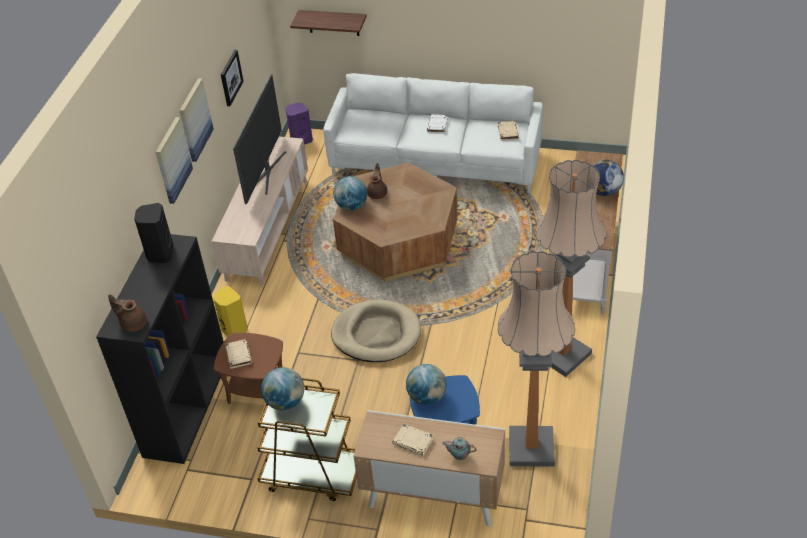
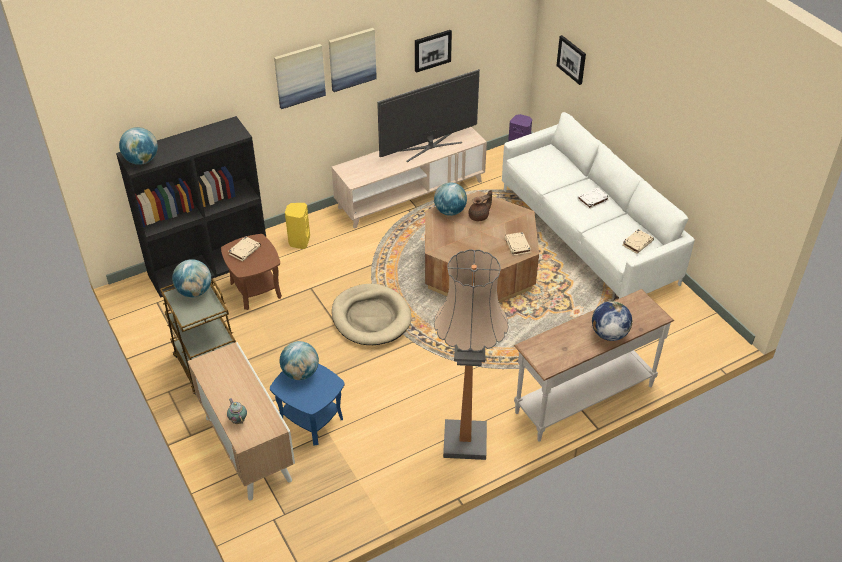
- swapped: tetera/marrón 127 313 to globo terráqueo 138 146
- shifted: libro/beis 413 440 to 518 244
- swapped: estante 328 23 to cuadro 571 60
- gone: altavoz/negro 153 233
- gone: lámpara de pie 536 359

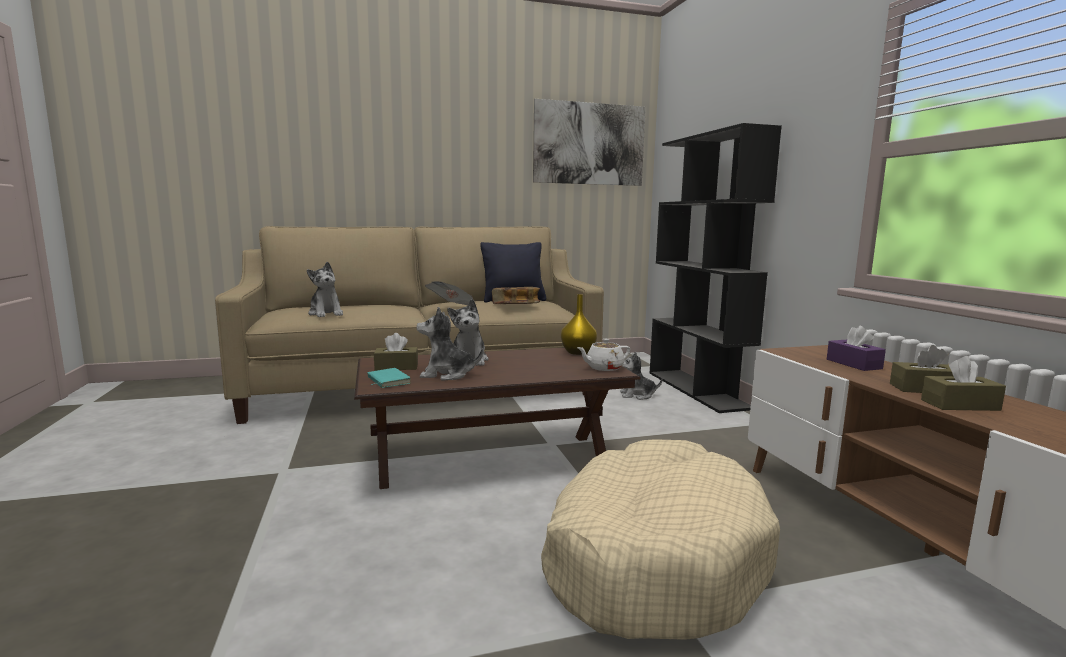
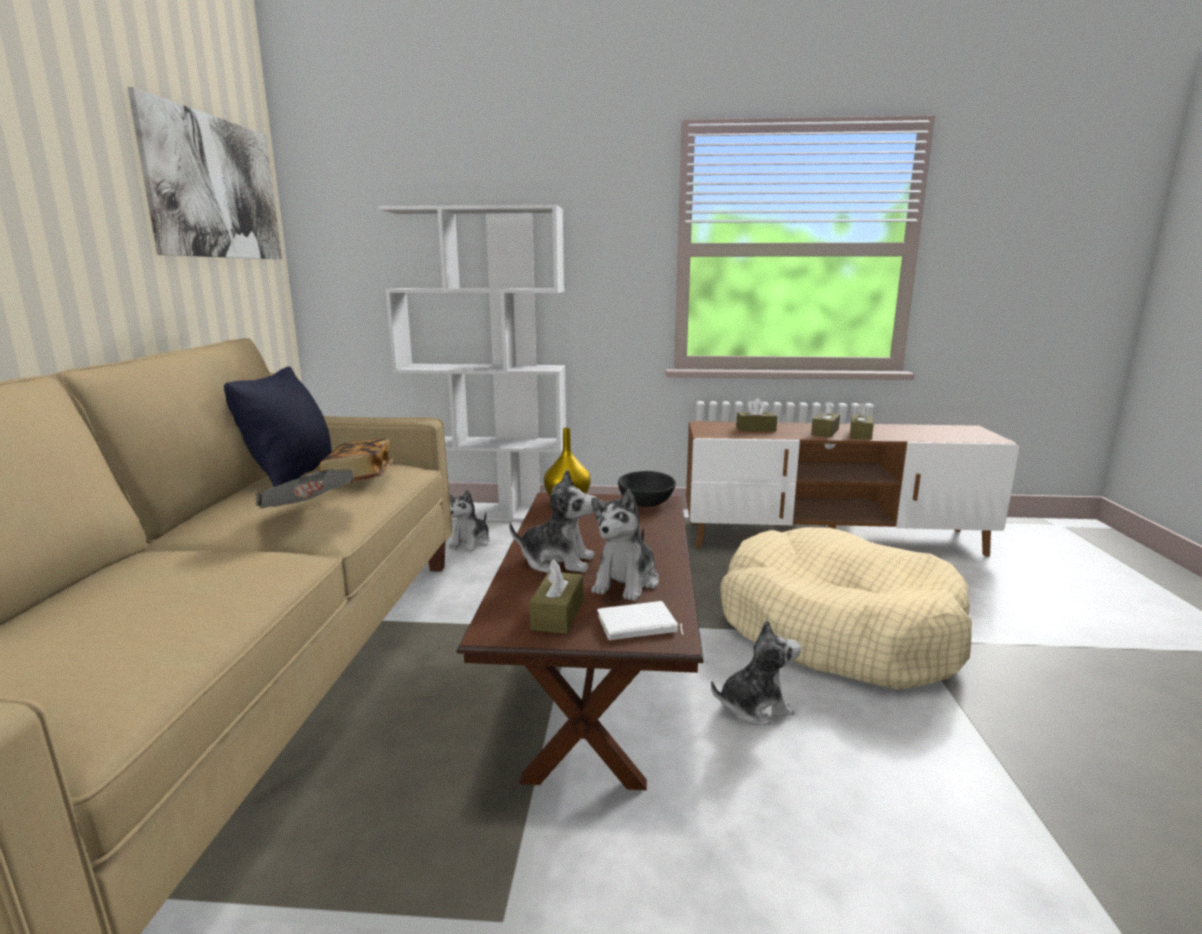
- repainted: estantería/negro 715 268 to estantería/blanco 472 363
- repainted: libro/turquesa 389 378 to libro/blanco 640 620
- swapped: tetera/blanco 603 355 to cuenco/negro 647 489
- shifted: peluche 325 289 to 756 672
- repainted: caja de pañuelos/morado 856 348 to caja de pañuelos/marrón 756 415

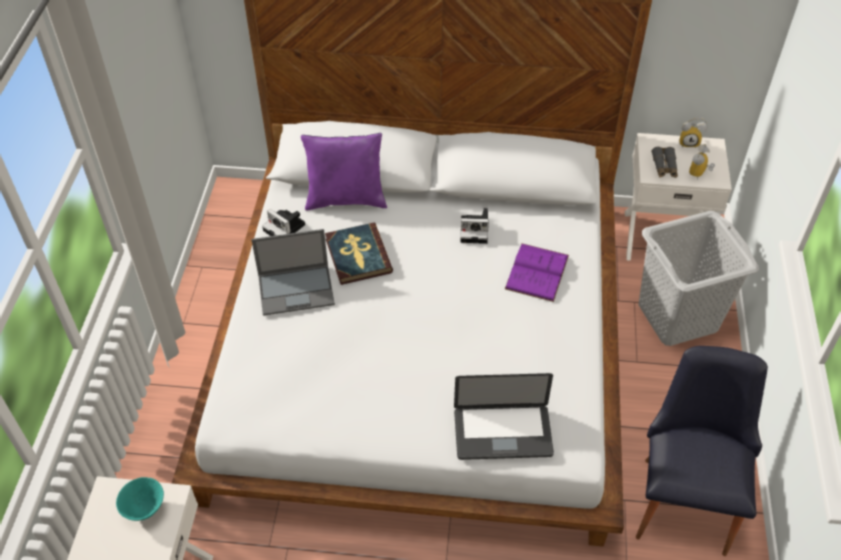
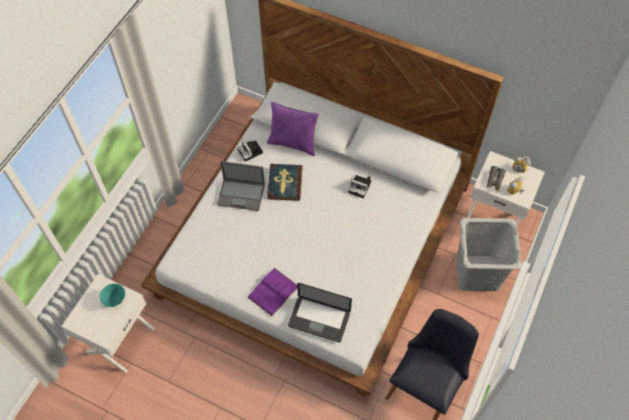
- shifted: libro/morado 537 272 to 272 292

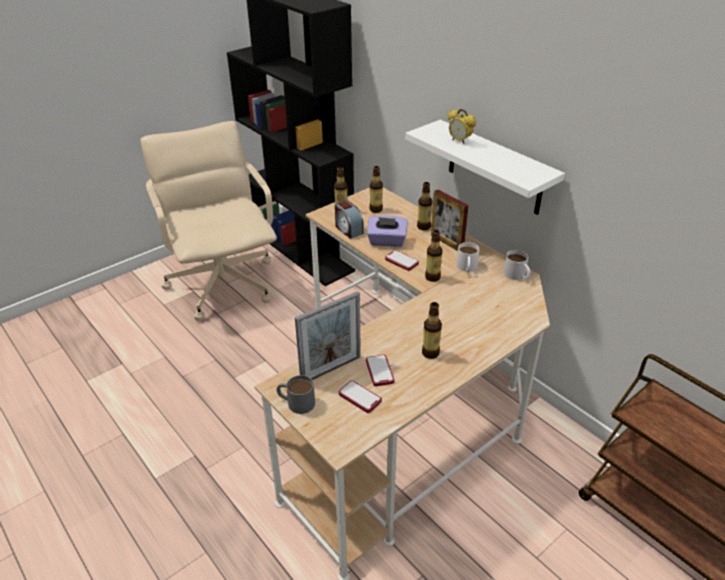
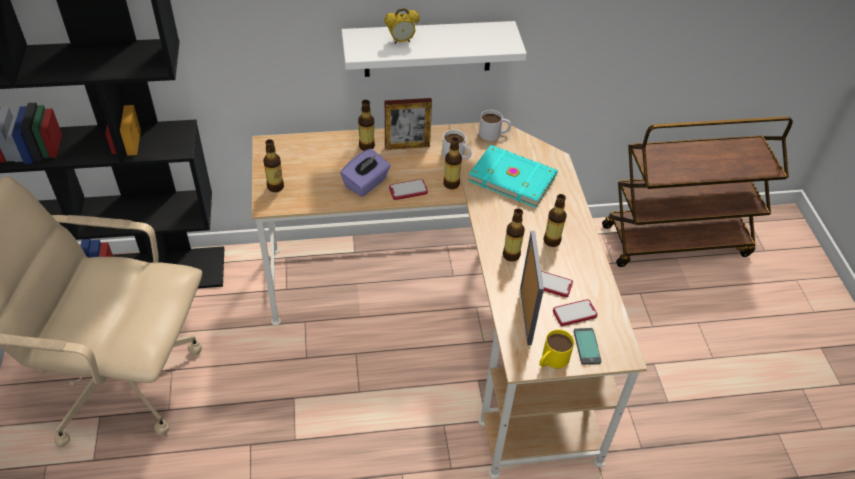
- new: libro/turquesa 513 176
- shifted: botella 376 189 to 514 235
- repainted: taza grande/gris 296 394 to taza grande/amarillo 556 348
- new: móvil 587 346
- gone: despertador 349 219

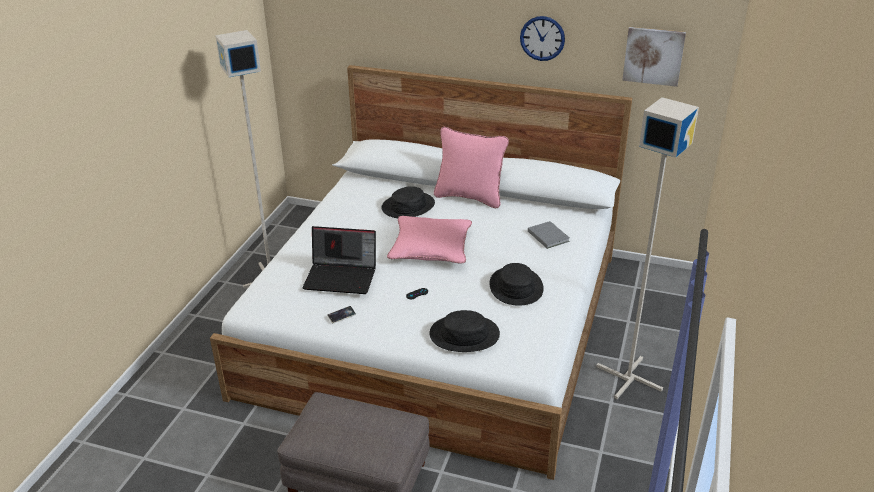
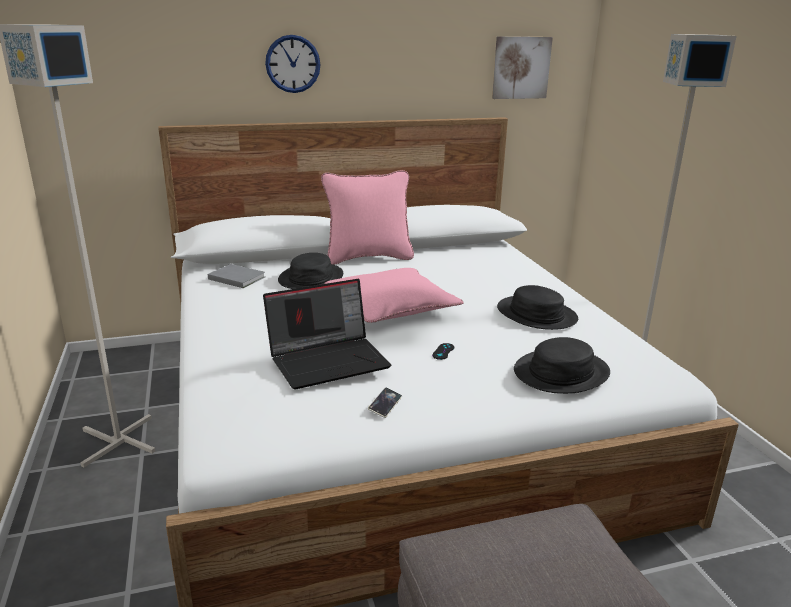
- shifted: libro/gris 549 235 to 236 276
- shifted: reloj de pared 542 38 to 293 64

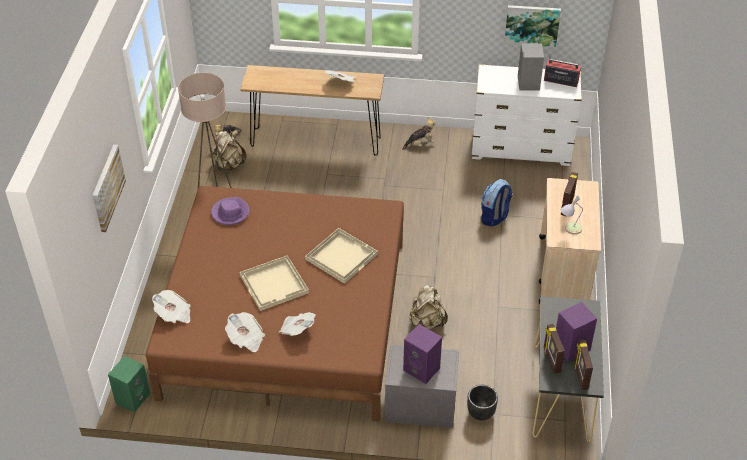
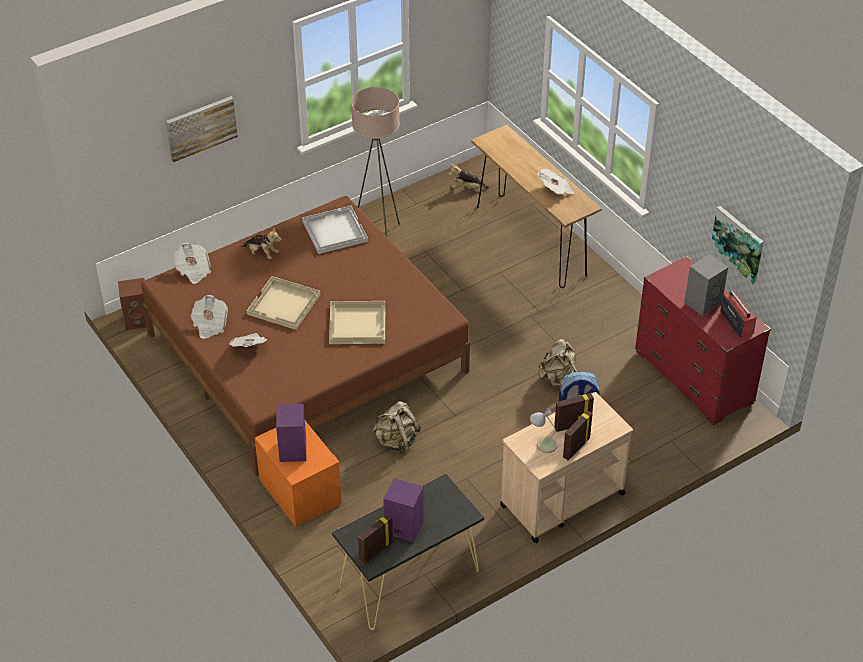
- repainted: altavoz/verde 129 384 to altavoz/marrón 132 304
- shifted: peluche 419 133 to 261 243
- repainted: mesita de noche/gris 422 386 to mesita de noche/naranja 298 473
- swapped: sombrero/morado 230 211 to bandeja/blanco 335 230
- shifted: mochila/beis 228 151 to 557 363
- shifted: portarretratos 554 349 to 578 435
- repainted: cómoda/blanco 527 115 to cómoda/rojo 703 341
- gone: maceta/negro 482 402

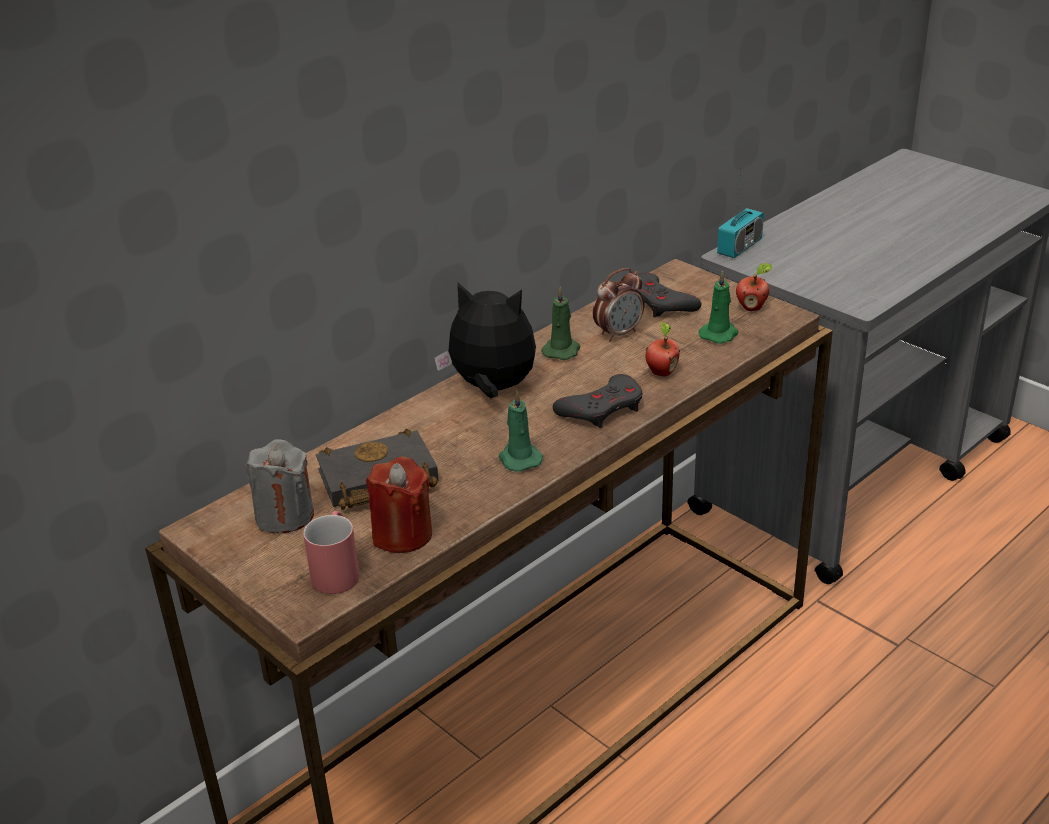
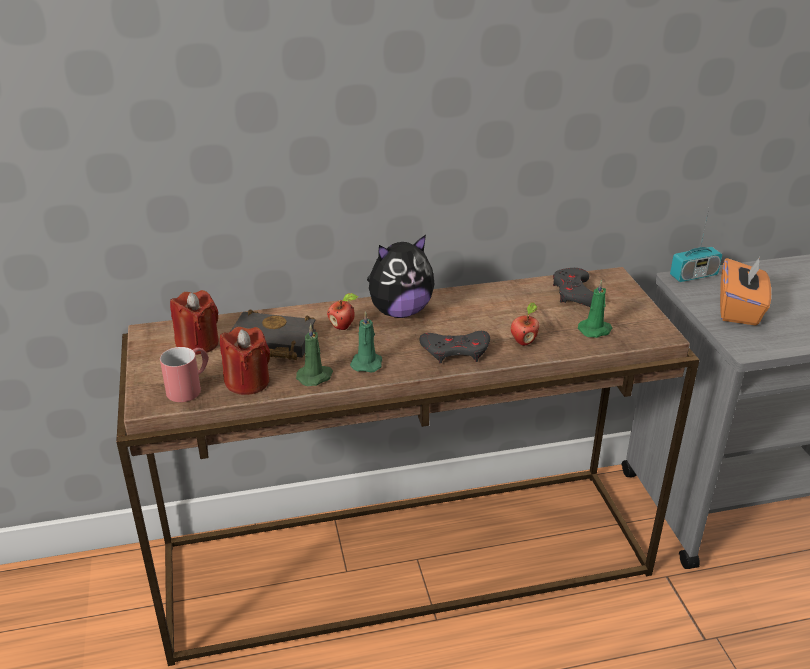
- repainted: vela/gris 279 486 to vela/rojo 194 322
- shifted: vela/verde 560 323 to 314 355
- shifted: manzana 754 287 to 342 311
- rotated: peluche 485 340 = 401 276 105 degrees clockwise
- new: caja de pañuelos/naranja 745 291
- gone: despertador 618 305

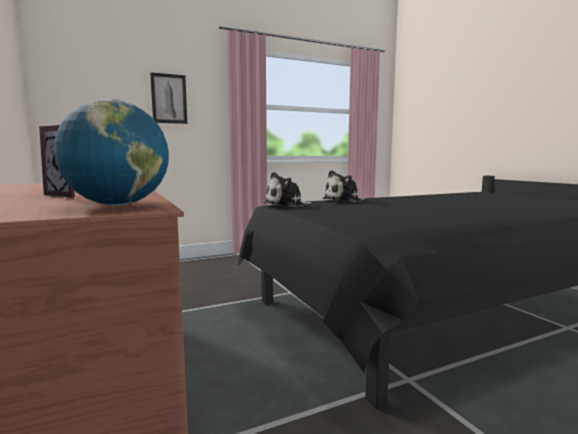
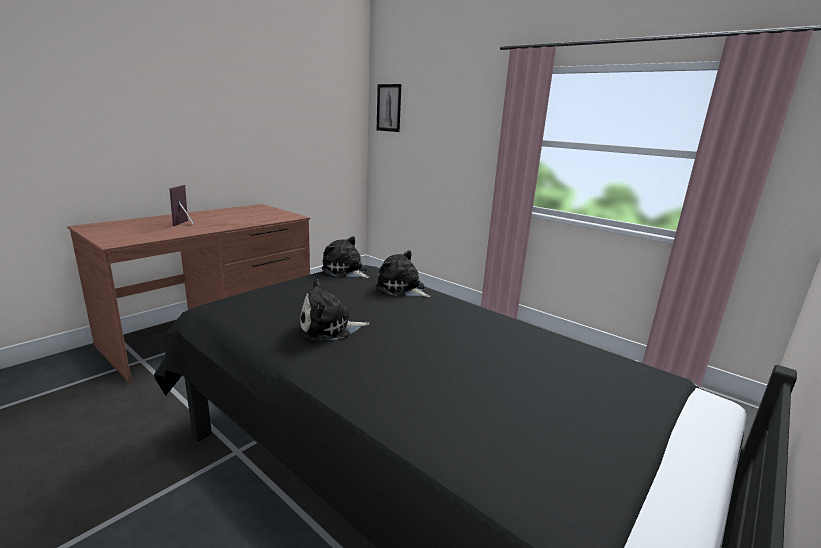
- new: peluche 334 310
- shifted: cuadro 168 98 to 389 108
- gone: globo terráqueo 111 152

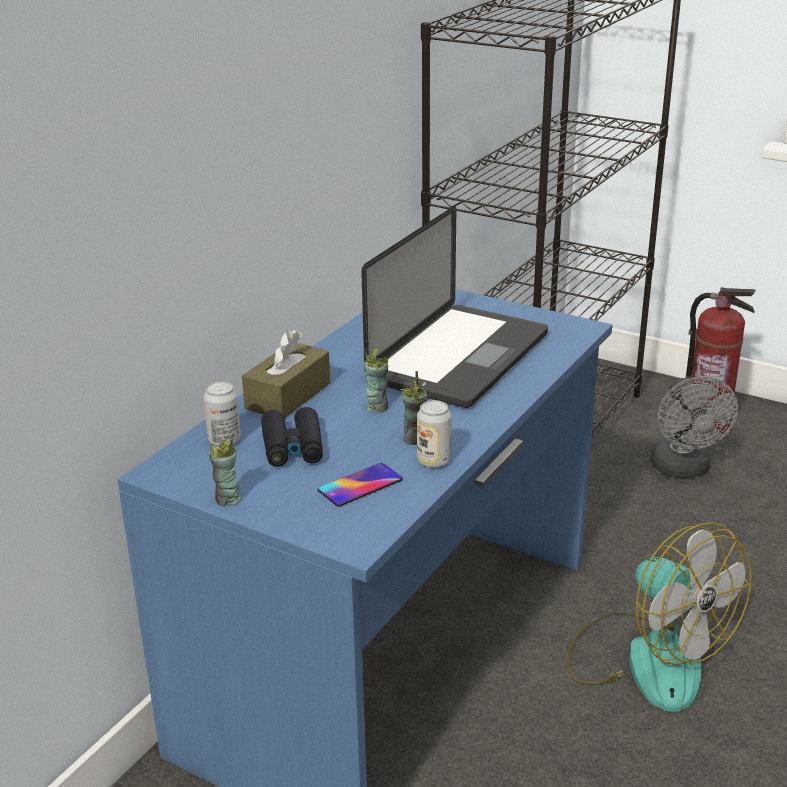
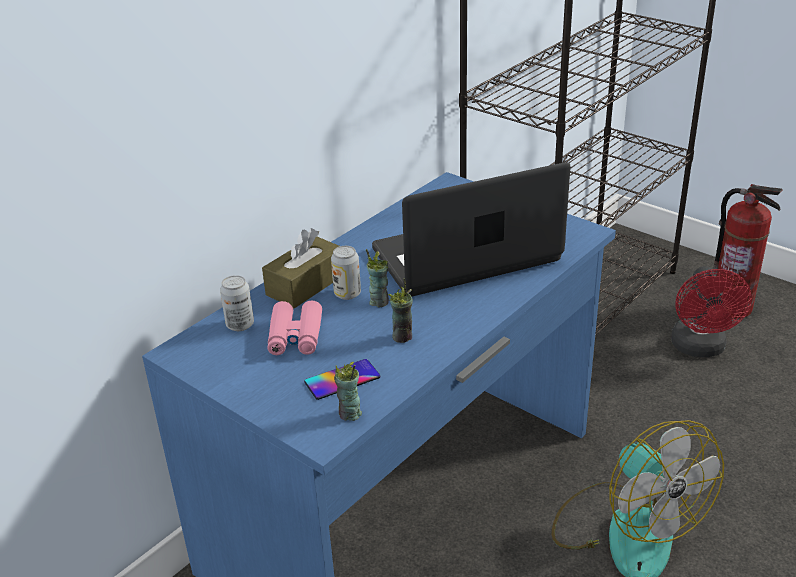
- repainted: prismáticos/negro 292 437 to prismáticos/rosa 294 327
- shifted: lata 434 434 to 346 273
- shifted: taza 225 472 to 348 391
- rotated: portátil 454 307 = 471 229 150 degrees counterclockwise
- repainted: ventilador/gris 694 427 to ventilador/rojo 711 311

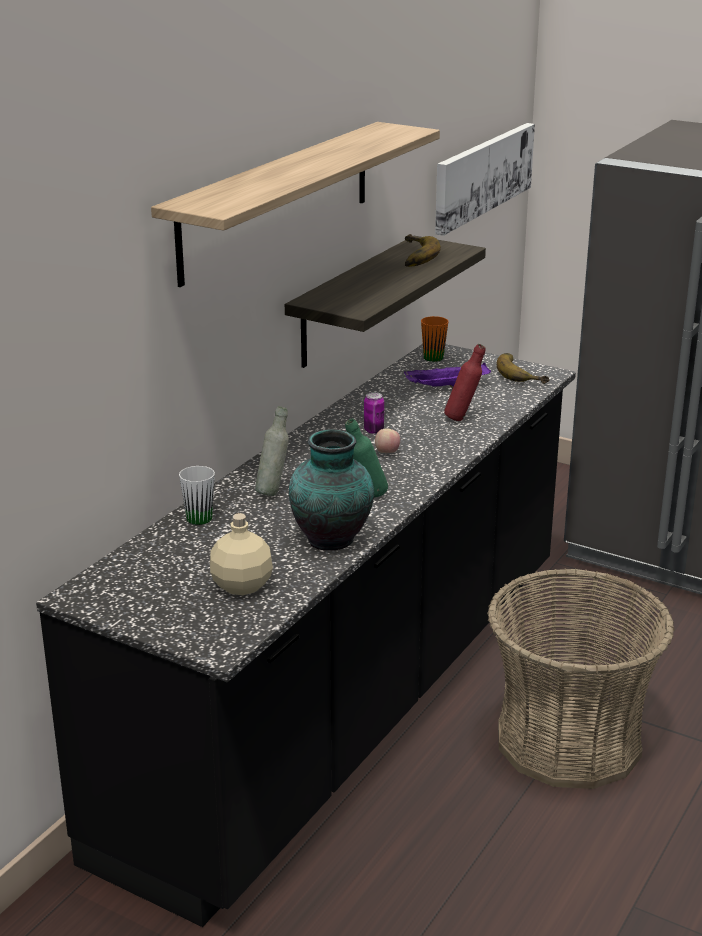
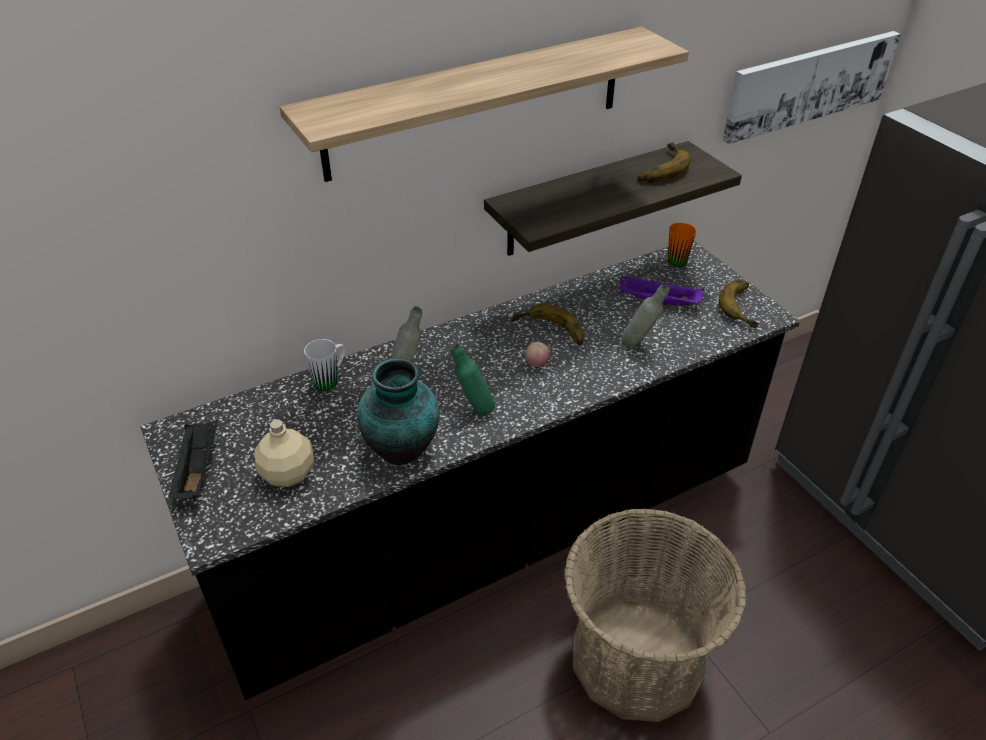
- new: bandeja/negro 193 460
- swapped: lata 374 413 to plátano 547 324
- repainted: botella/rojo 465 382 to botella/gris 645 316

